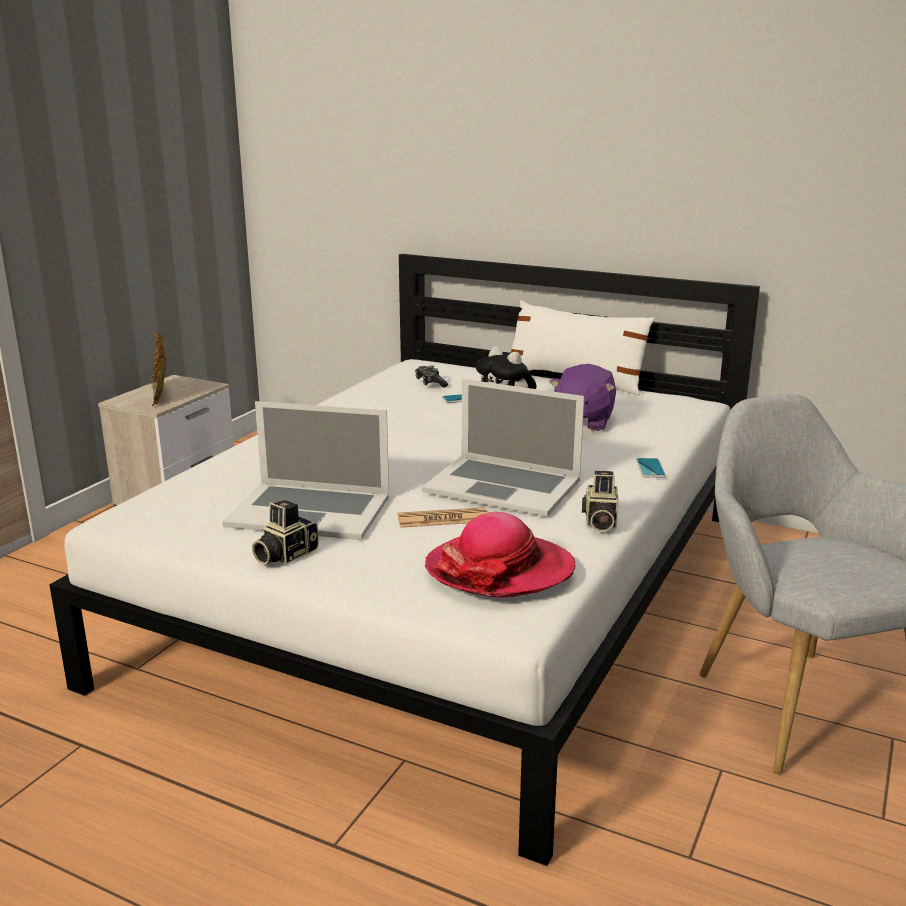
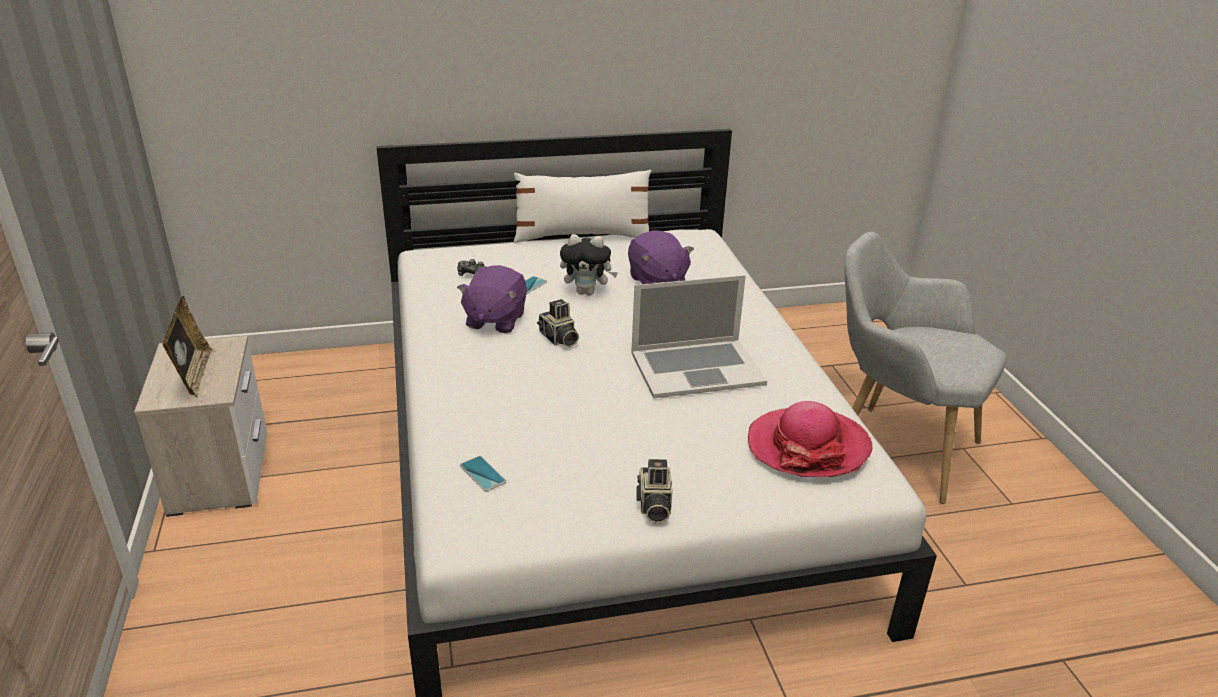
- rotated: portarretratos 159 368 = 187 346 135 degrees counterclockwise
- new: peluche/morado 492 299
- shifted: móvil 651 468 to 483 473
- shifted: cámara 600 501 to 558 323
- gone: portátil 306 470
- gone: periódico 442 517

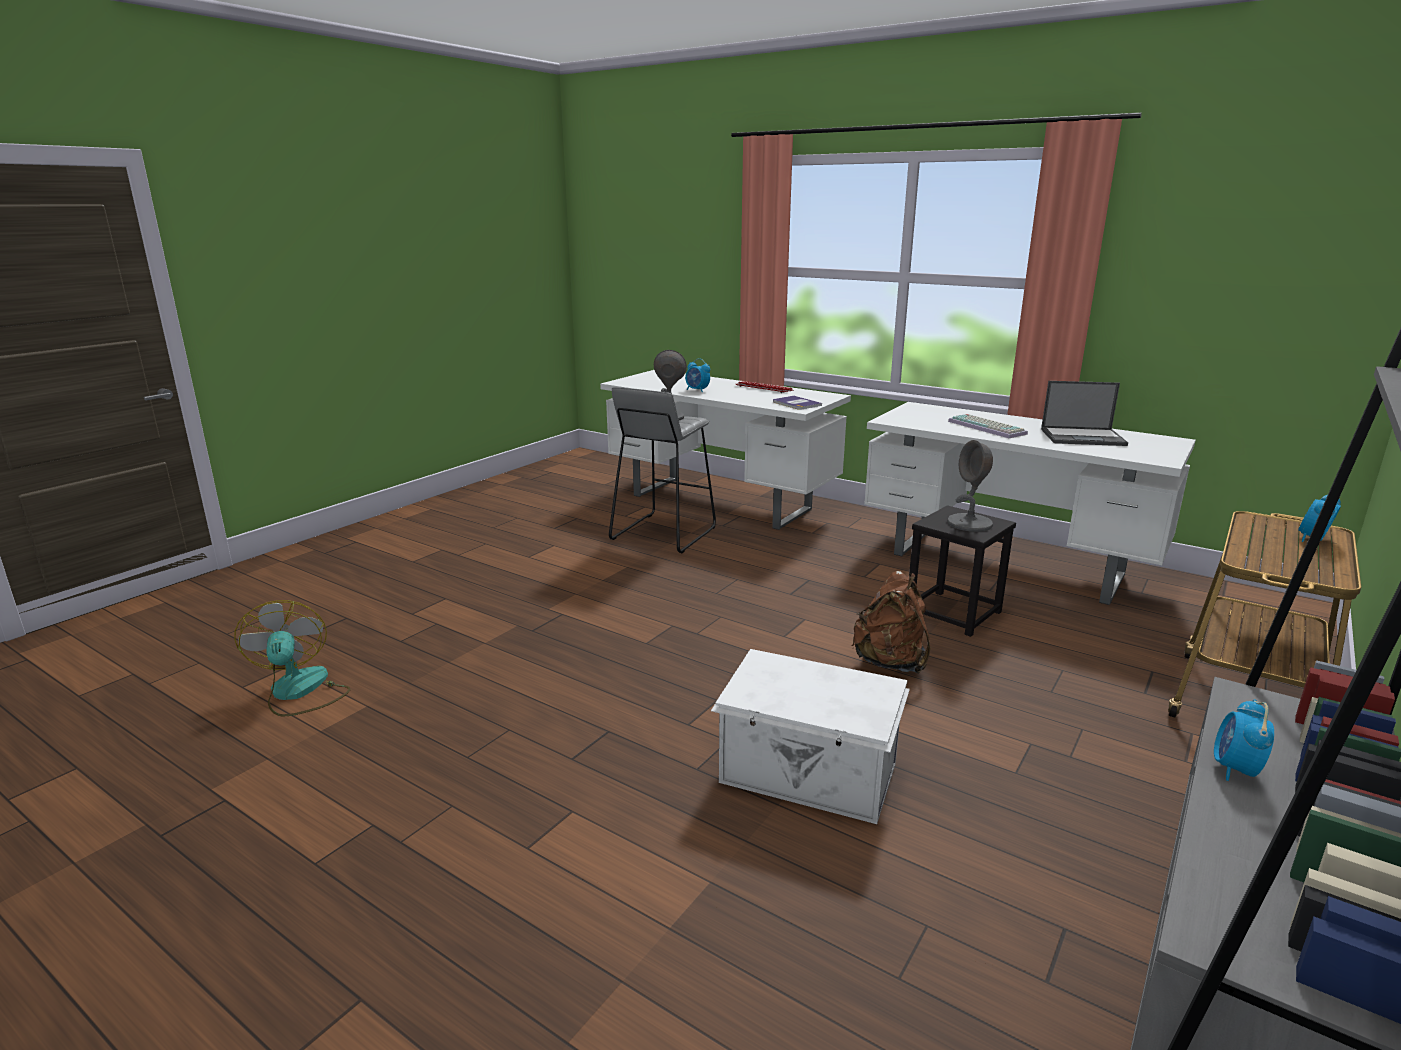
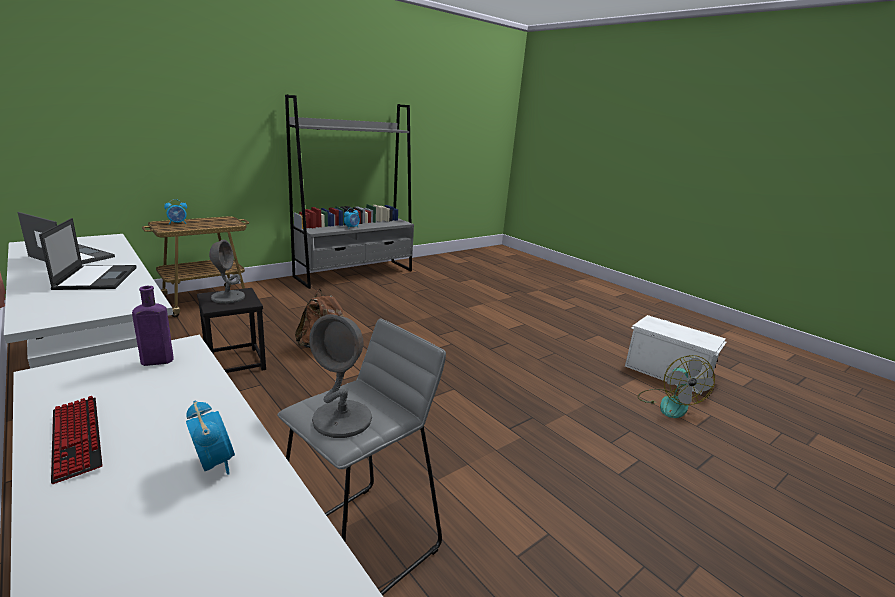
- swapped: teclado 988 426 to portátil 88 254
- swapped: libro 797 403 to botella/morado 153 326
- shifted: caja de almacenaje/blanco 810 736 to 676 354

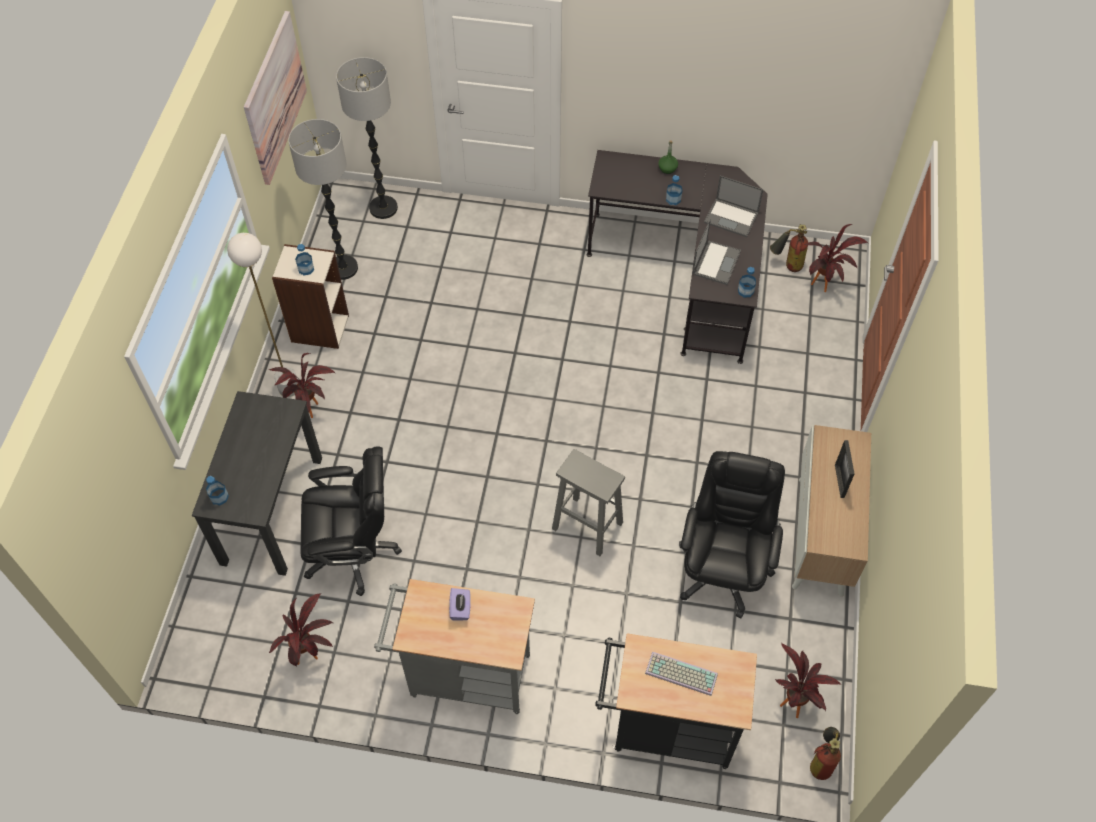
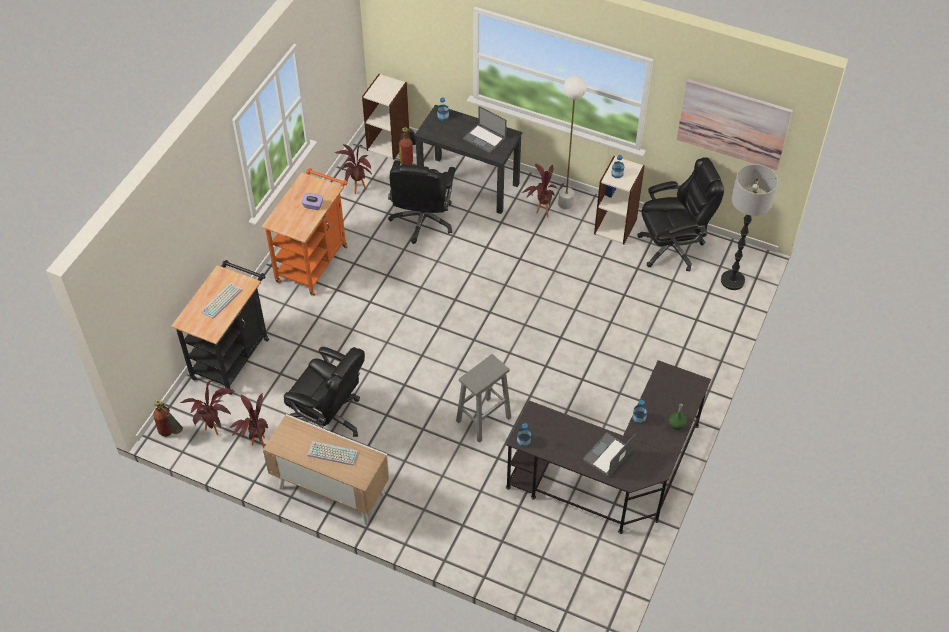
- shifted: planta en maceta 836 258 to 248 421
- repainted: carrito/gris 454 646 to carrito/naranja 305 232
- swapped: portarretratos 844 469 to teclado 333 453
- new: estantería 385 117
- shifted: extintor 789 248 to 407 146
- shifted: taburete/gris 588 502 to 483 398
- shifted: portátil 716 251 to 485 130
- swapped: lámpara de pie 323 199 to silla de oficina/negro 680 214

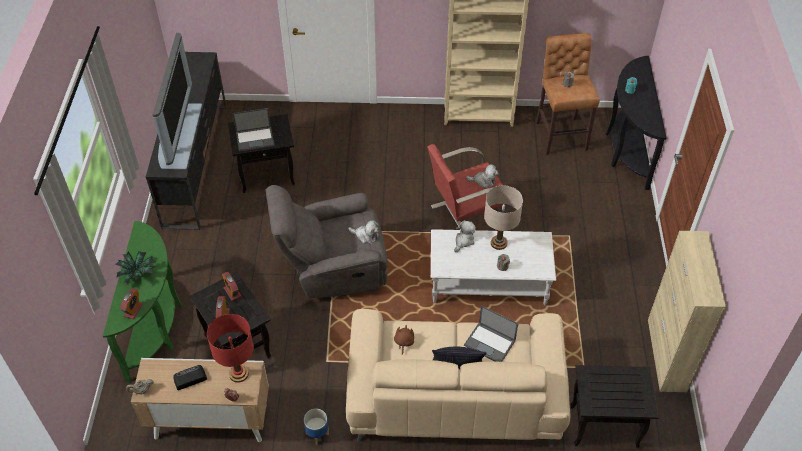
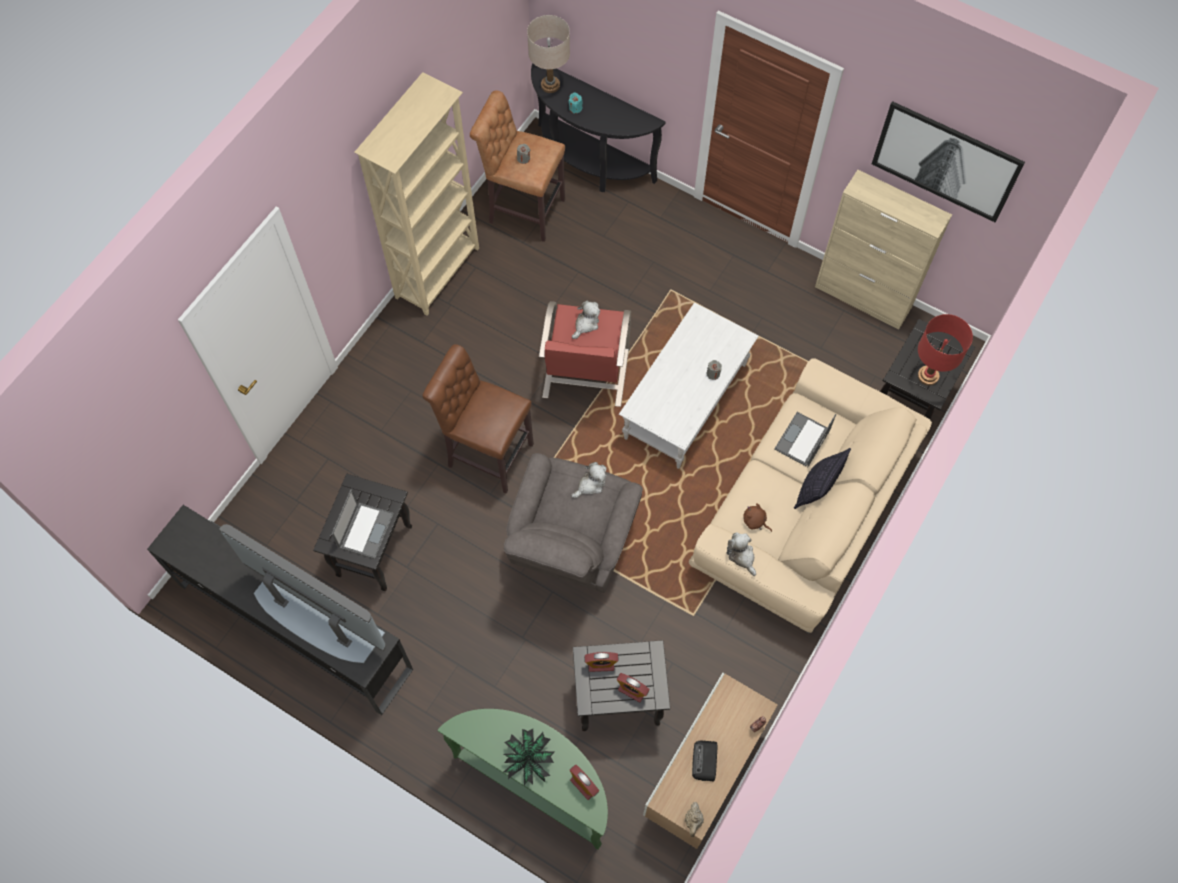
- new: taburete/marrón 478 419
- shifted: lámpara de mesa/beis 503 217 to 548 54
- shifted: peluche 465 236 to 741 554
- rotated: portátil 491 333 = 805 439 150 degrees clockwise
- new: cuadro 948 161
- shifted: lámpara de mesa/rojo 230 348 to 945 350
- gone: maceta 316 427

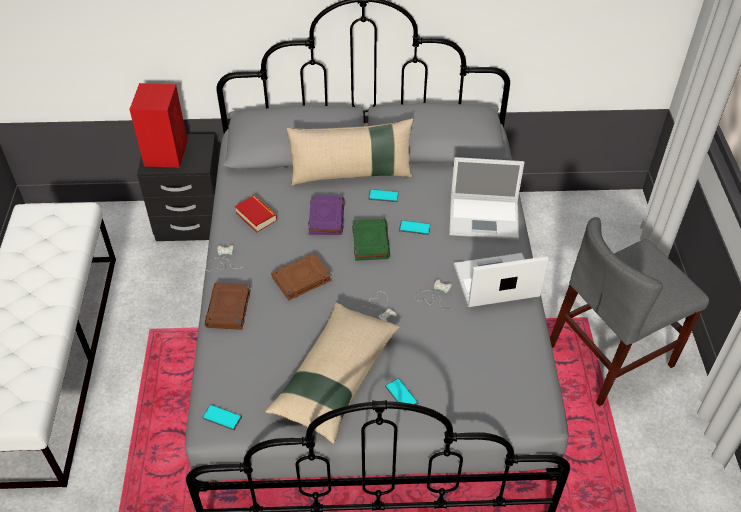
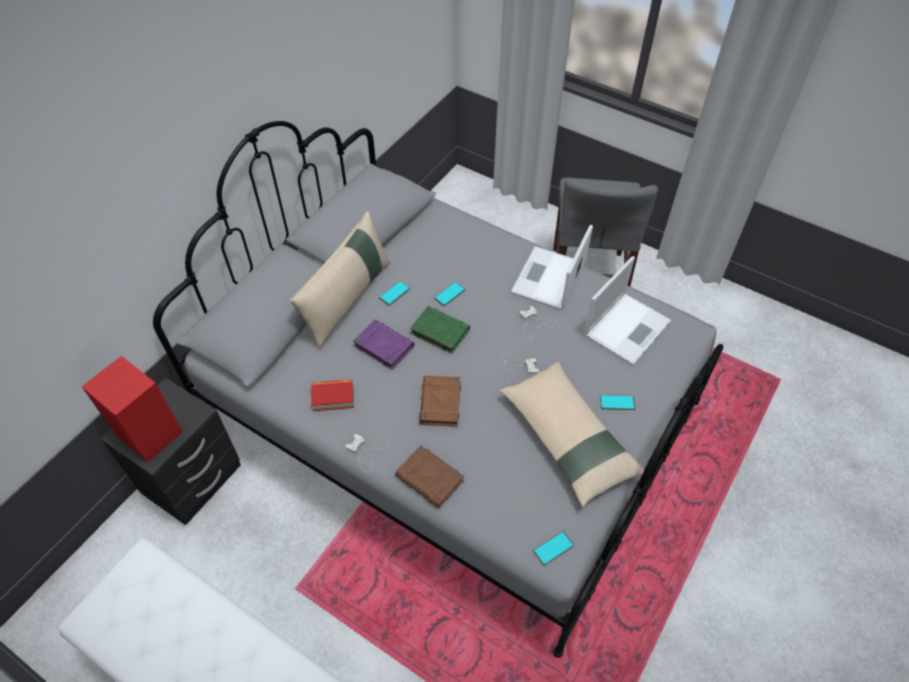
- shifted: portátil 486 198 to 627 310

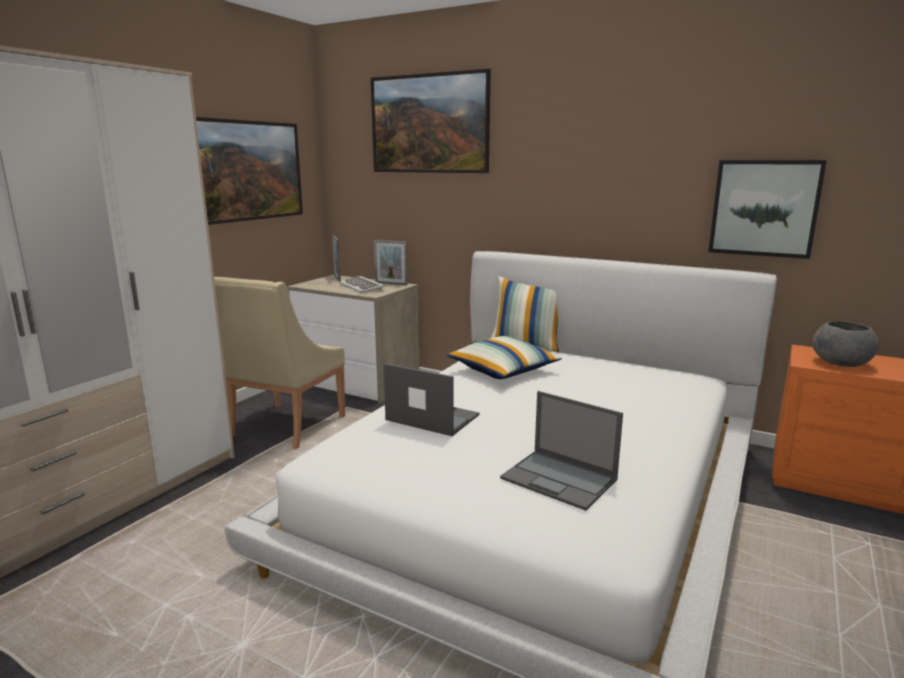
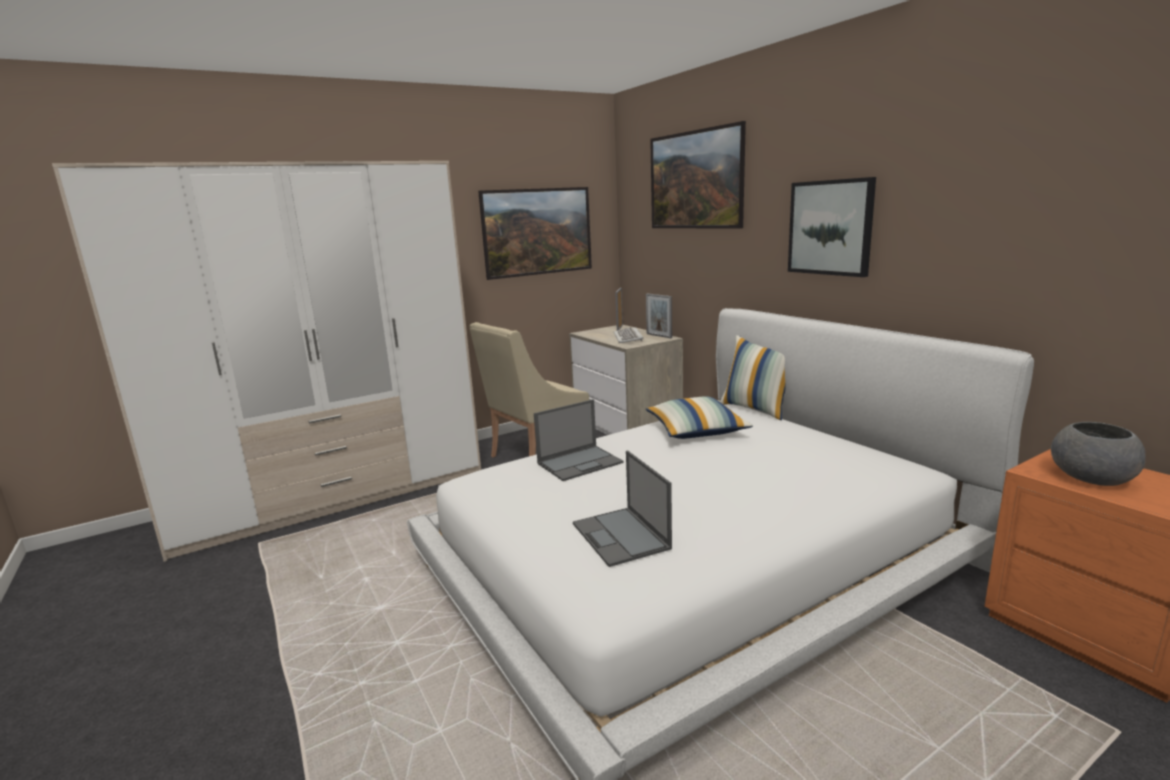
- rotated: portátil 431 399 = 578 440 90 degrees clockwise
- shifted: cuadro 768 209 to 832 227

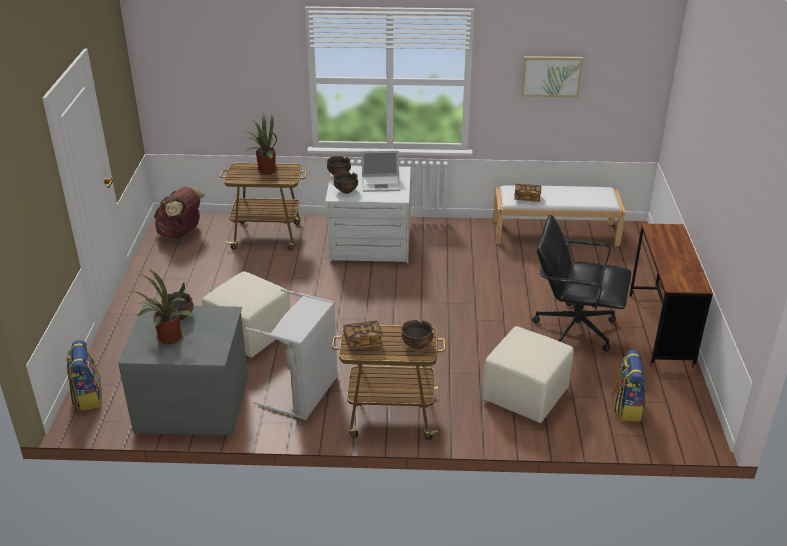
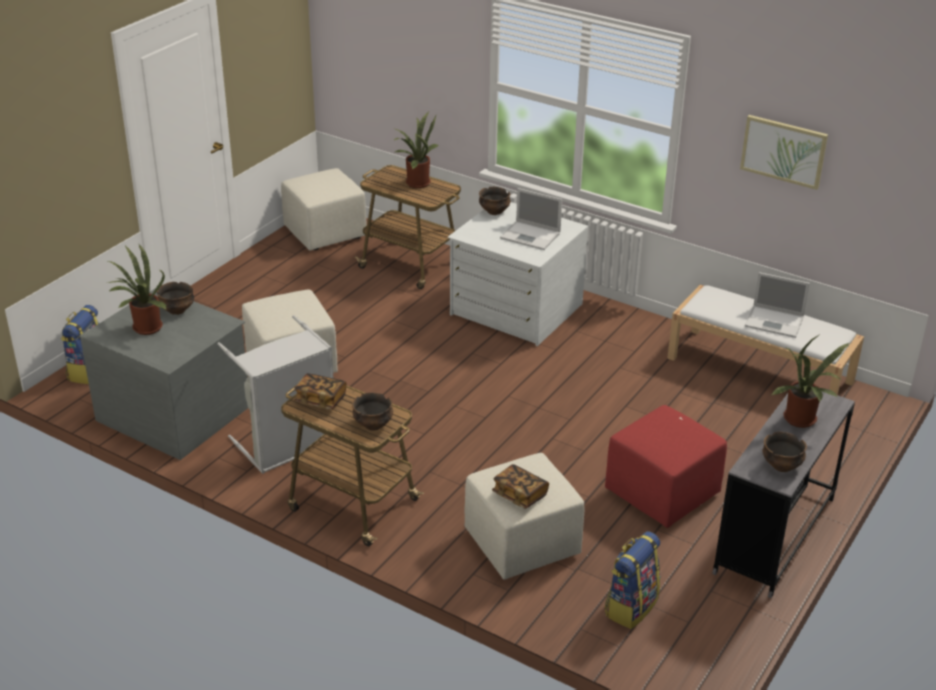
- swapped: mochila/marrón 179 212 to puf/beis 323 209
- shifted: libro 527 193 to 520 486
- swapped: silla de oficina/negro 581 283 to puf/rojo 666 466
- repainted: escritorio/marrón 671 296 to escritorio/gris 783 489
- new: portátil 777 305
- shifted: cuenco 345 182 to 784 452
- new: planta en maceta 810 381

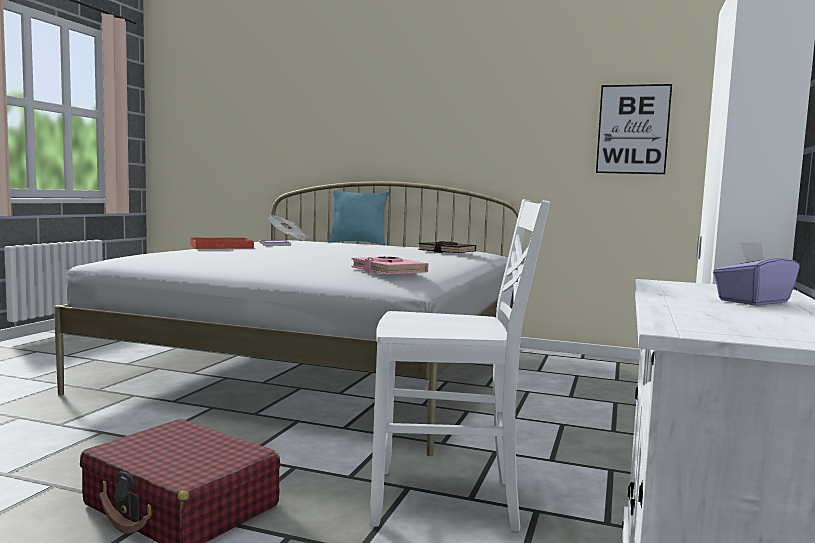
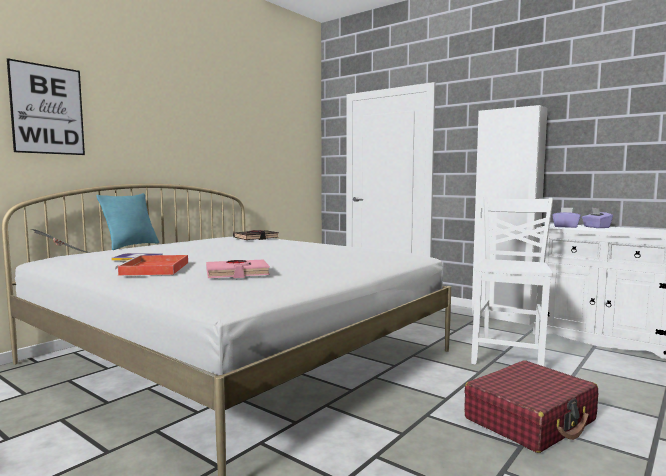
- shifted: cuadro 634 129 to 46 106
- shifted: libro/rosa 389 265 to 238 268
- new: caja de pañuelos/morado 566 217

